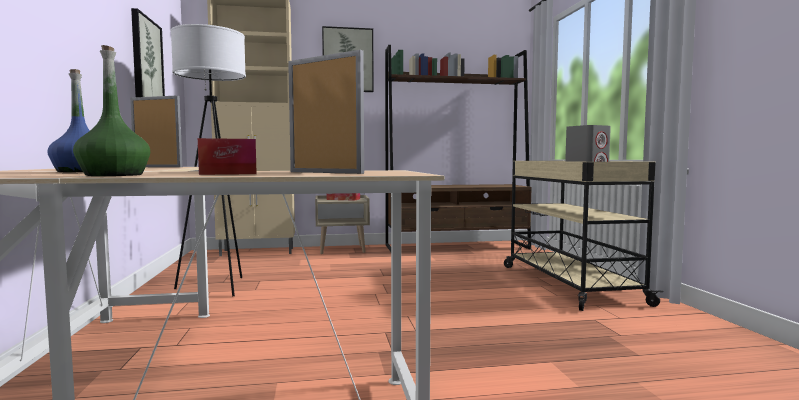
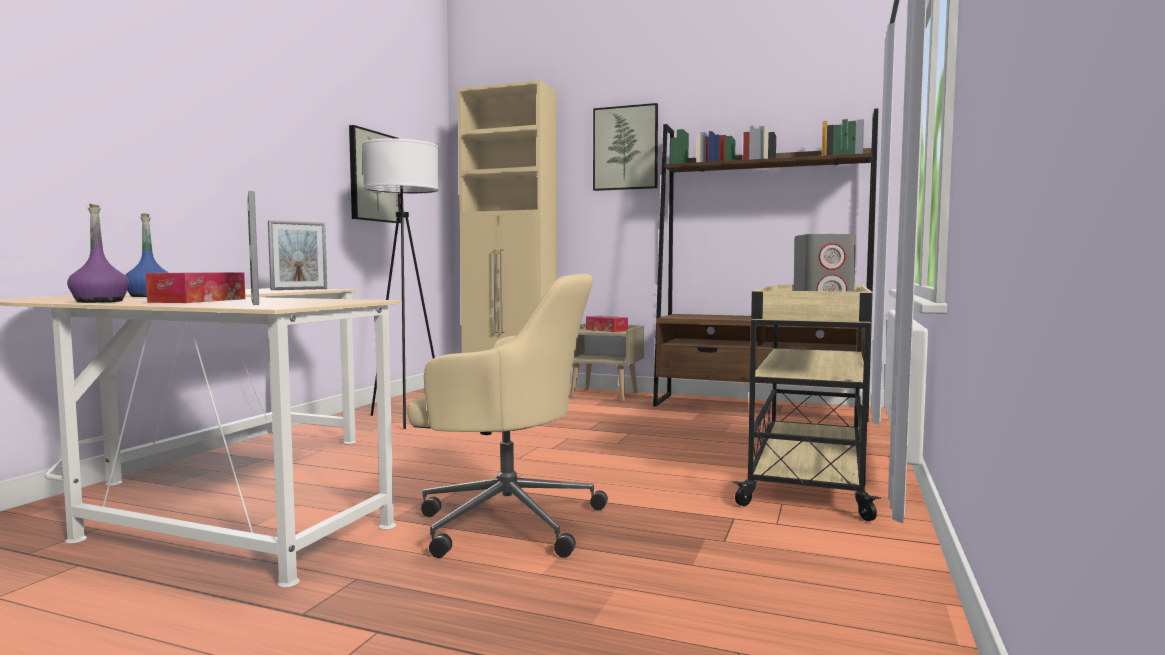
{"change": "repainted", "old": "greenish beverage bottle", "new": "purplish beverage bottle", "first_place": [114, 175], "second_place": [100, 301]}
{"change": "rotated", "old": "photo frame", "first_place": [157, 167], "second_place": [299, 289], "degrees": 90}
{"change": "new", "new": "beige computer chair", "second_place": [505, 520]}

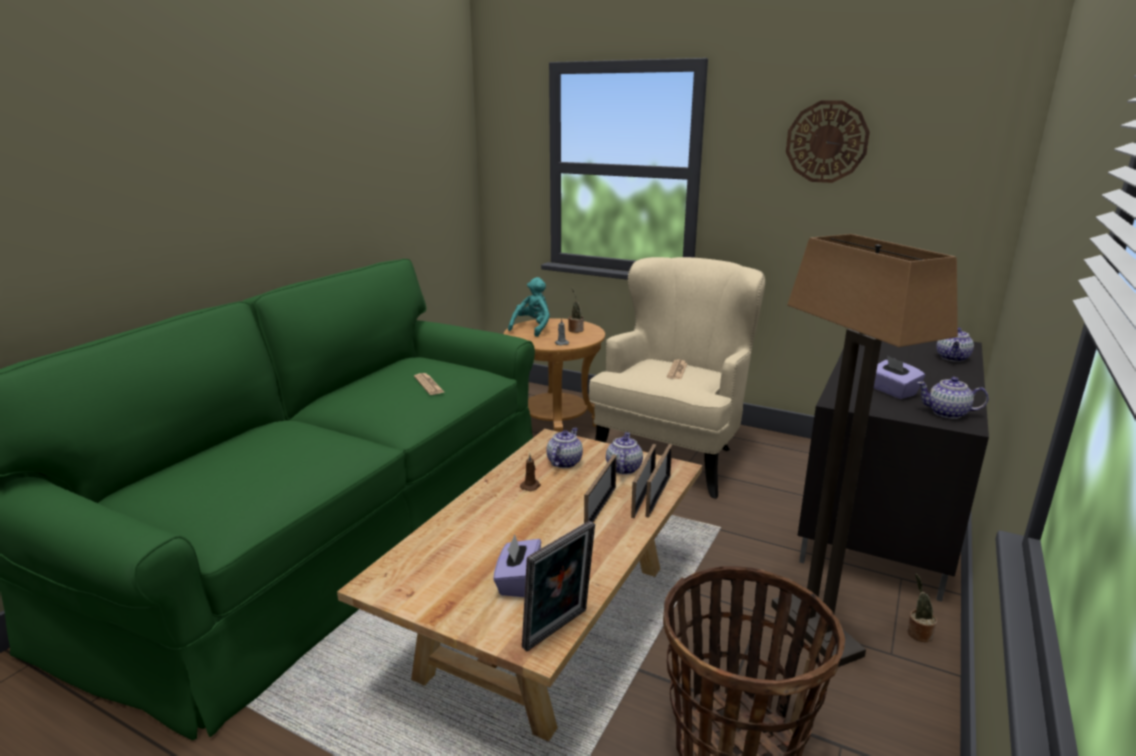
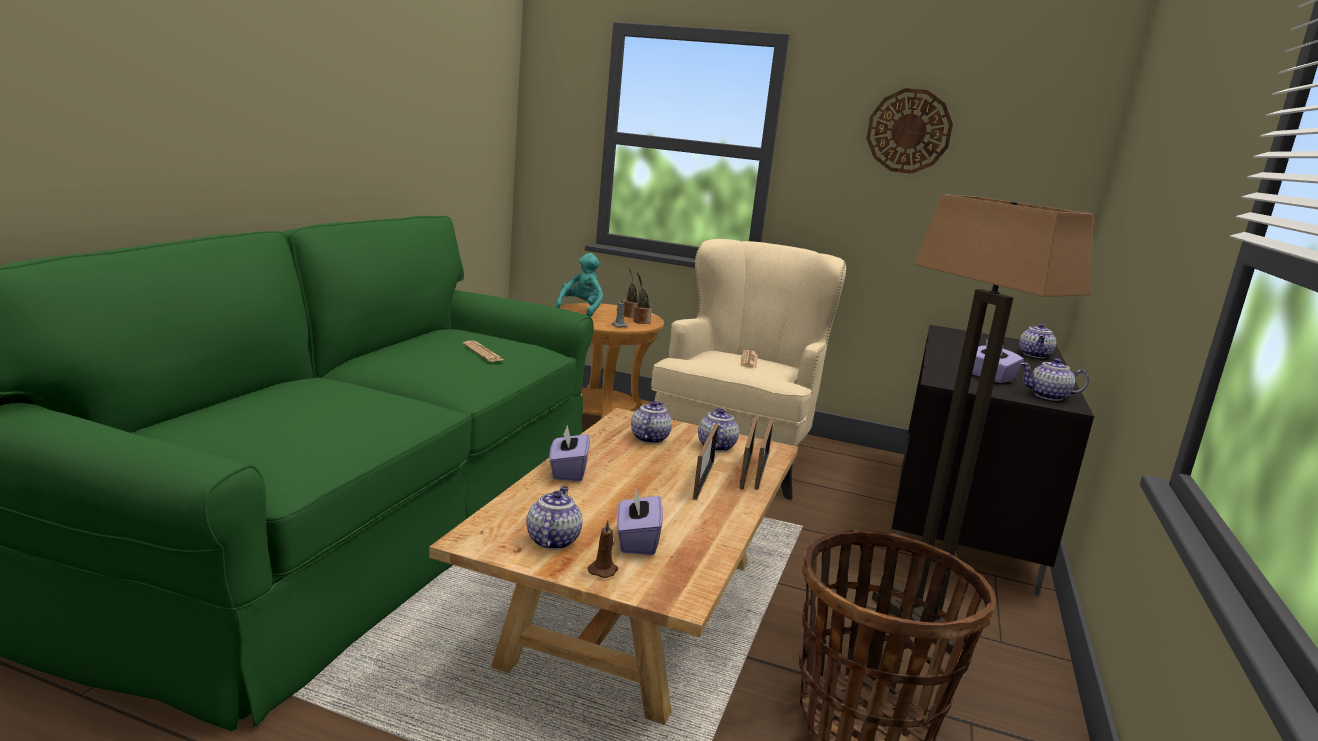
{"change": "shifted", "old": "brownish candle", "first_place": [531, 486], "second_place": [603, 570]}
{"change": "gone", "old": "photo frame", "first_place": [558, 631]}
{"change": "shifted", "old": "potted plant", "first_place": [917, 633], "second_place": [640, 321]}
{"change": "new", "new": "purplish tissue box", "second_place": [568, 471]}
{"change": "new", "new": "pot for tea", "second_place": [552, 540]}

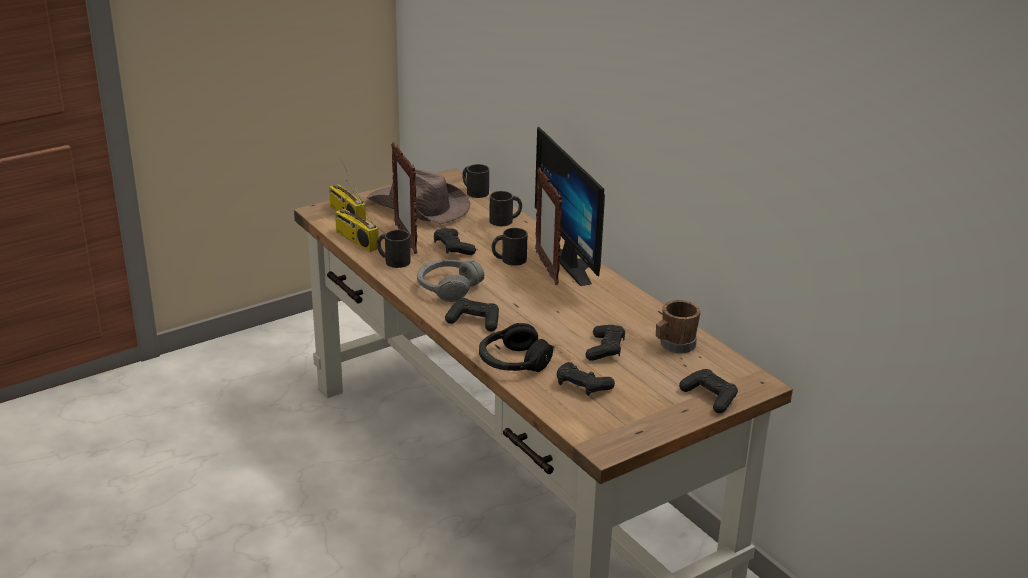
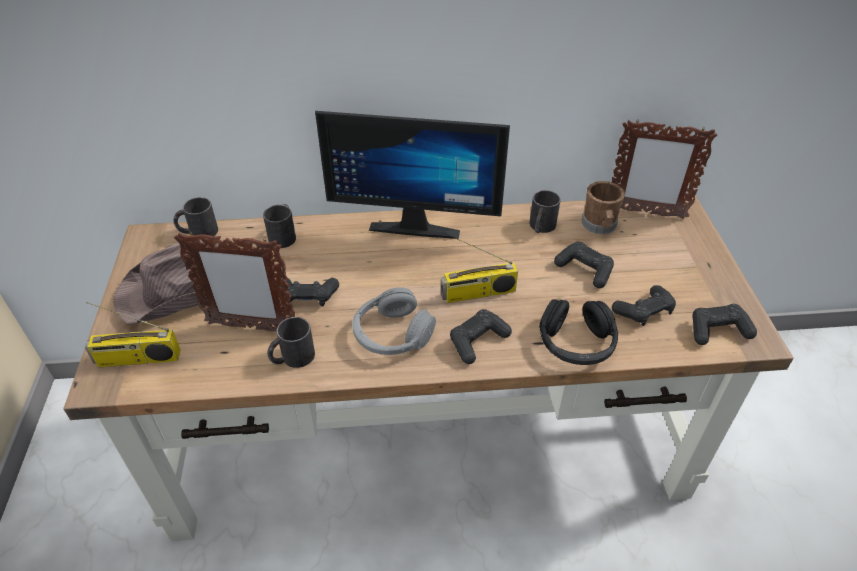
{"change": "shifted", "old": "photo frame", "first_place": [546, 268], "second_place": [645, 212]}
{"change": "shifted", "old": "radio receiver", "first_place": [355, 240], "second_place": [478, 293]}
{"change": "shifted", "old": "black coffee mug", "first_place": [509, 259], "second_place": [541, 227]}
{"change": "shifted", "old": "black joypad", "first_place": [709, 397], "second_place": [718, 330]}

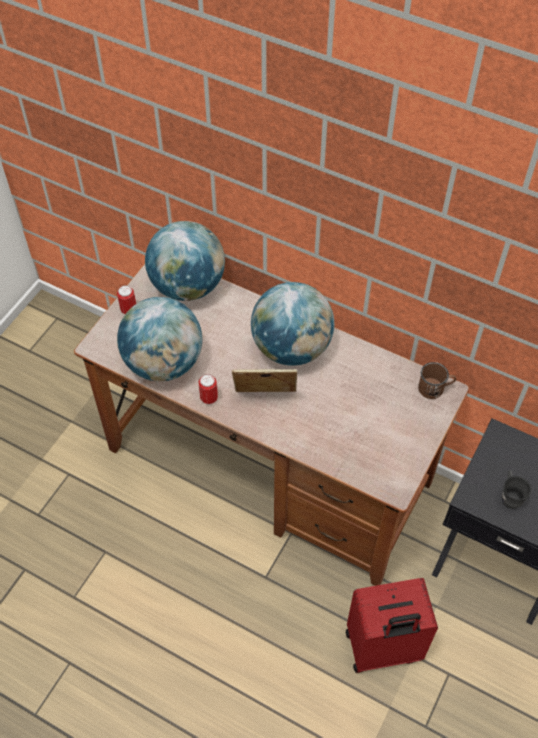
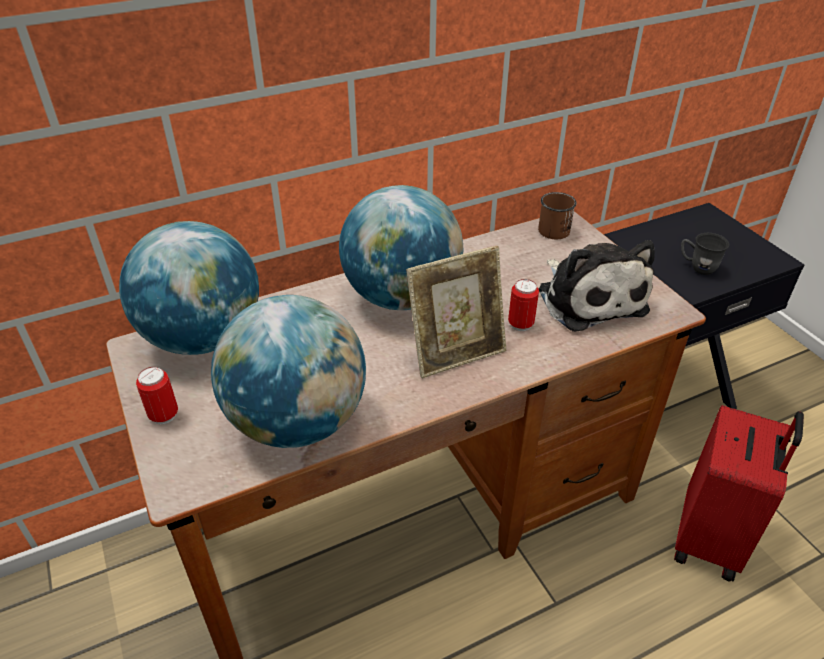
{"change": "rotated", "old": "photo frame", "first_place": [265, 400], "second_place": [456, 353], "degrees": -150}
{"change": "shifted", "old": "sealed can", "first_place": [209, 398], "second_place": [520, 324]}
{"change": "new", "new": "plush toy", "second_place": [589, 298]}

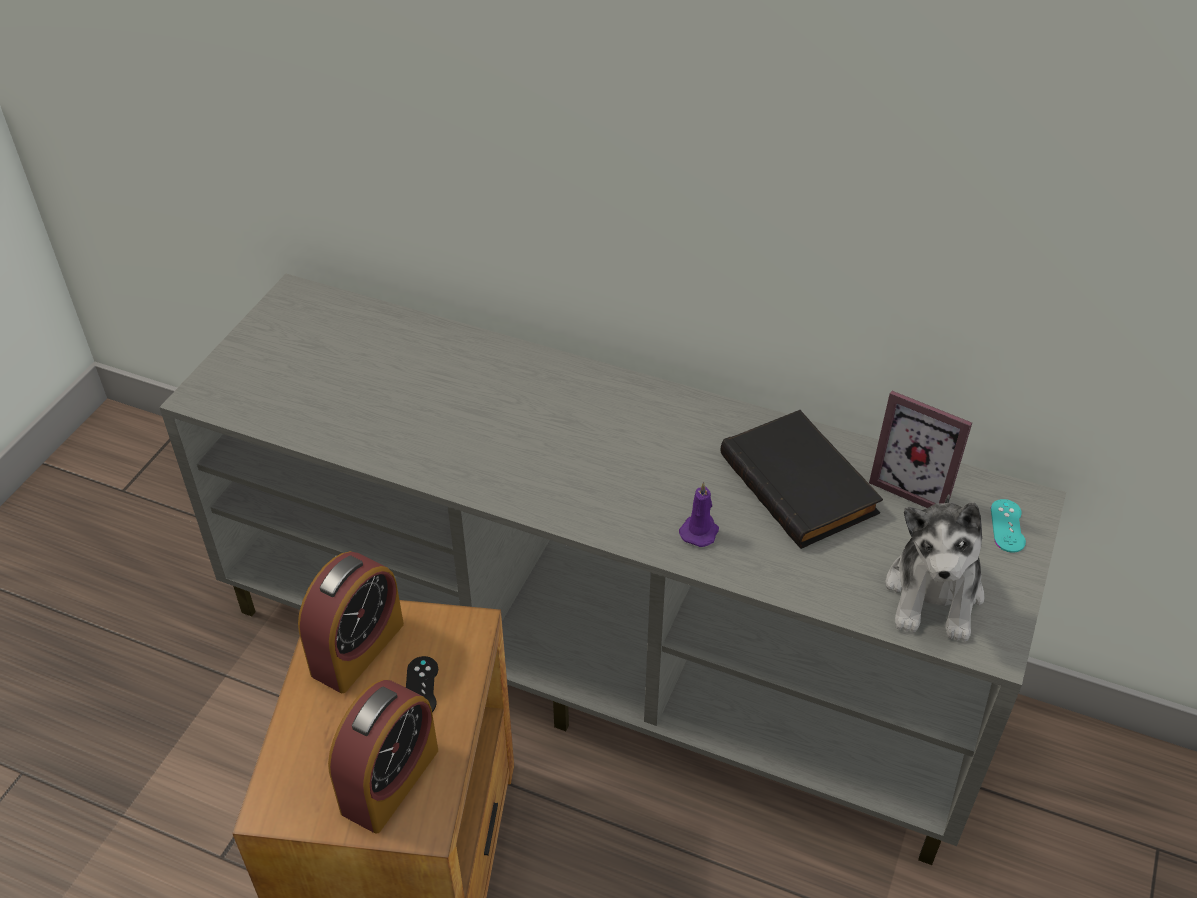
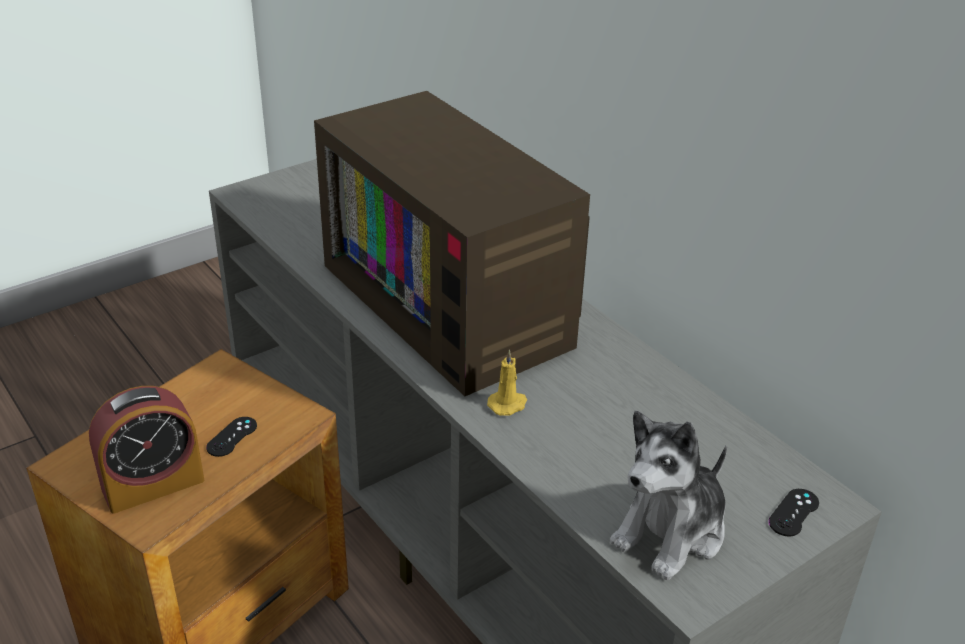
{"change": "gone", "old": "photo frame", "first_place": [915, 484]}
{"change": "gone", "old": "black book", "first_place": [802, 484]}
{"change": "repainted", "old": "purplish candle", "new": "yellowish candle", "first_place": [700, 531], "second_place": [508, 404]}
{"change": "repainted", "old": "turquoise-coloured joypad", "new": "black joypad", "first_place": [1007, 526], "second_place": [793, 512]}
{"change": "gone", "old": "bedside clock", "first_place": [357, 649]}
{"change": "new", "new": "television", "second_place": [453, 303]}

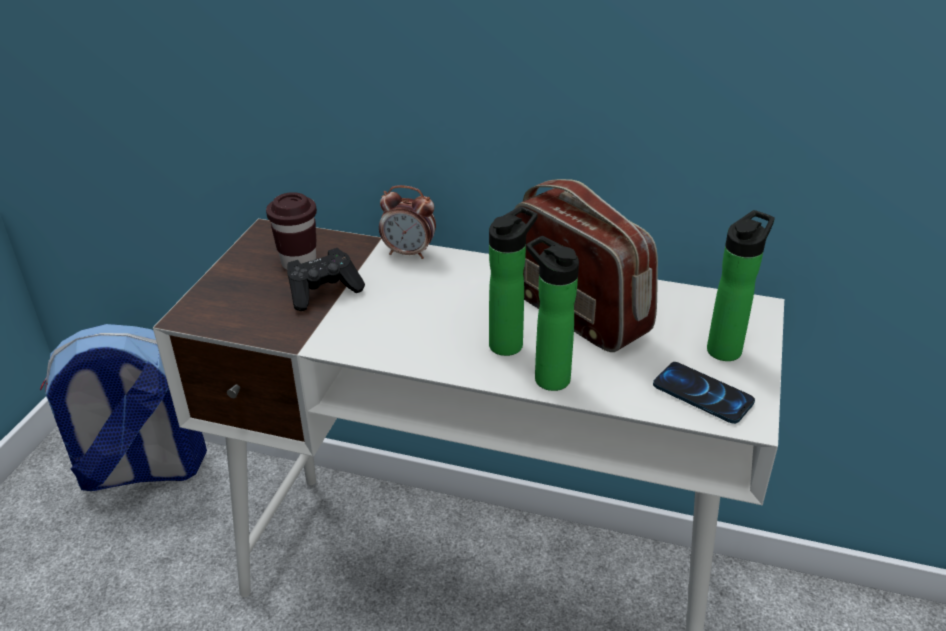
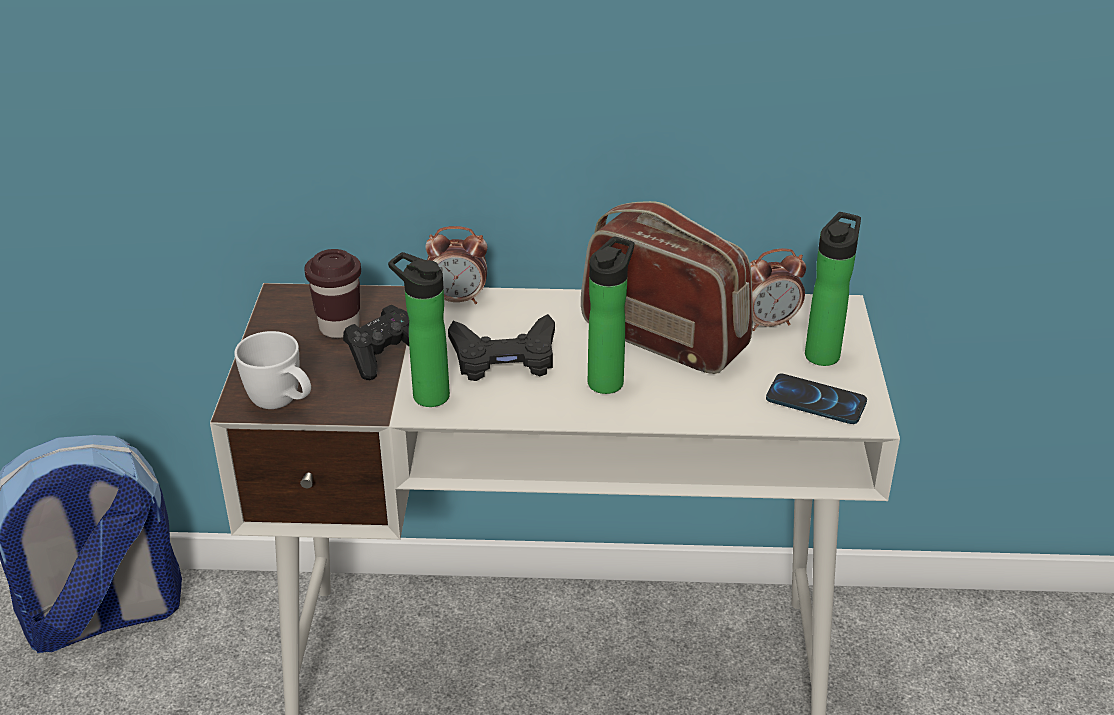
{"change": "shifted", "old": "beverage bottle", "first_place": [547, 377], "second_place": [426, 394]}
{"change": "new", "new": "bedside clock", "second_place": [768, 323]}
{"change": "new", "new": "black joypad", "second_place": [504, 357]}
{"change": "new", "new": "whitish coffee mug", "second_place": [282, 404]}

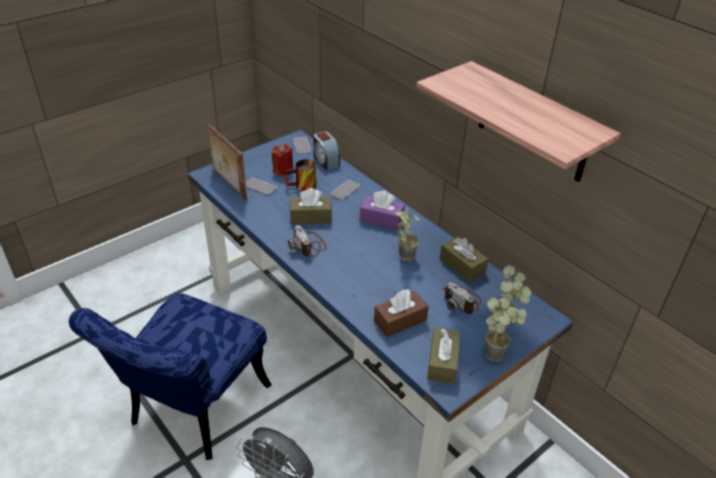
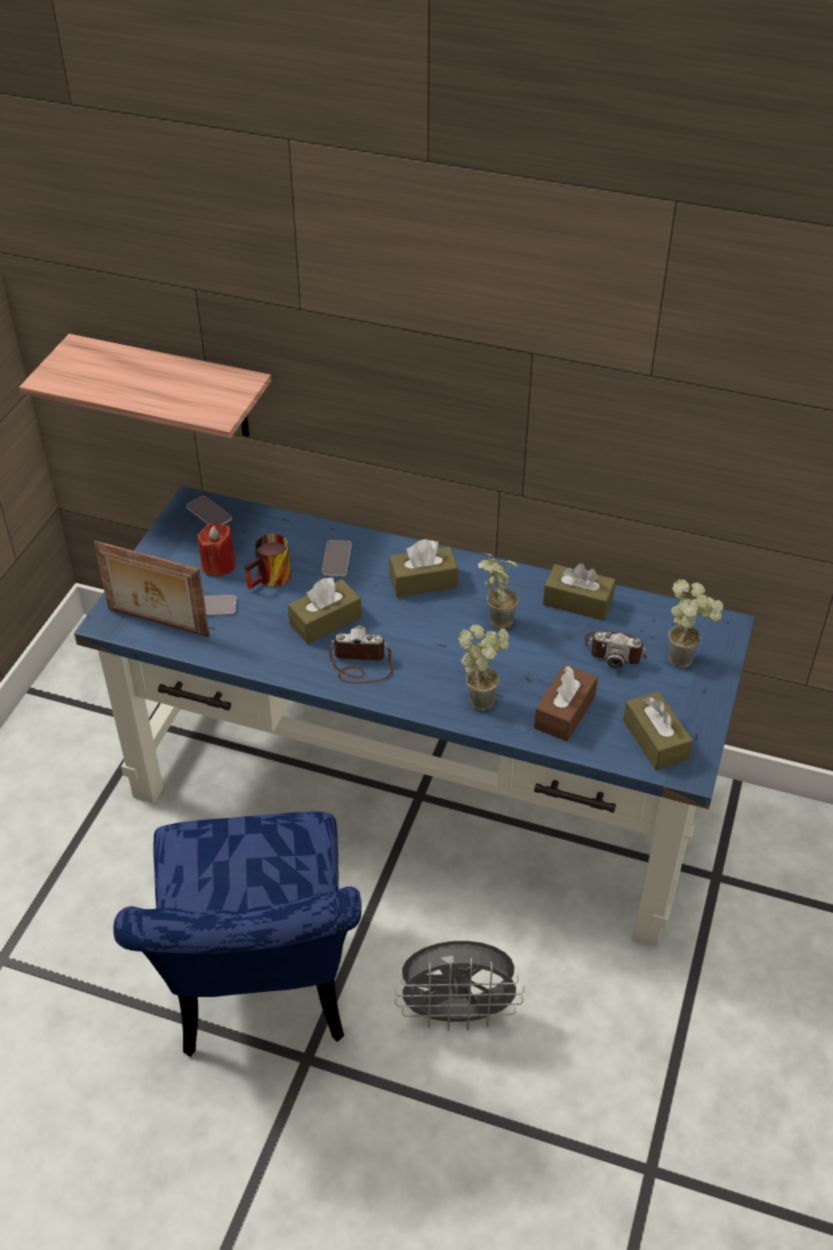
{"change": "shifted", "old": "shelf", "first_place": [533, 124], "second_place": [173, 387]}
{"change": "gone", "old": "bedside clock", "first_place": [325, 161]}
{"change": "repainted", "old": "purplish tissue box", "new": "brownish tissue box", "first_place": [381, 219], "second_place": [423, 581]}
{"change": "rotated", "old": "photo camera", "first_place": [308, 245], "second_place": [360, 665], "degrees": 150}
{"change": "shifted", "old": "potted plant", "first_place": [497, 352], "second_place": [483, 696]}

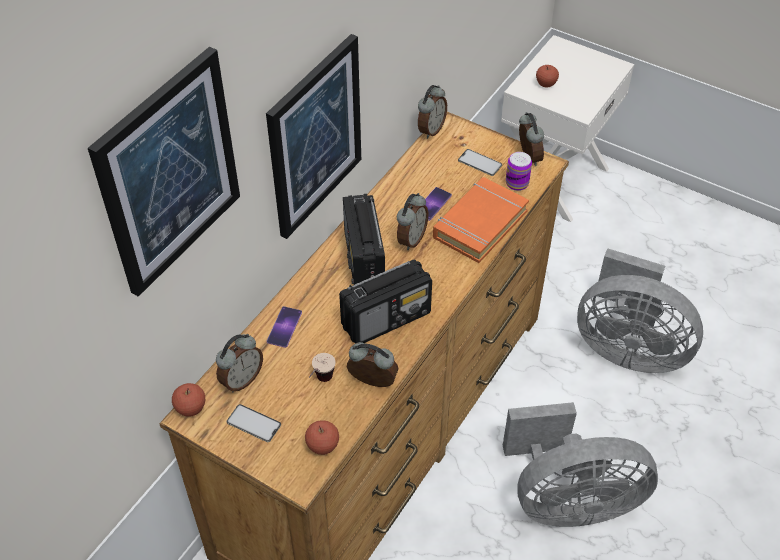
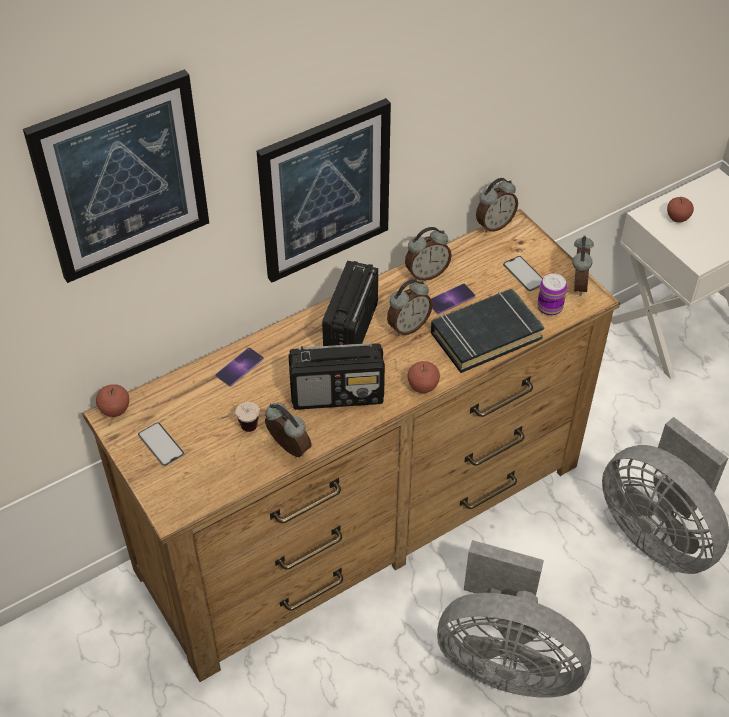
{"change": "repainted", "old": "orange-coloured book", "new": "black book", "first_place": [479, 224], "second_place": [485, 335]}
{"change": "shifted", "old": "bedside clock", "first_place": [241, 379], "second_place": [426, 273]}
{"change": "shifted", "old": "whole apple", "first_place": [323, 446], "second_place": [423, 386]}

